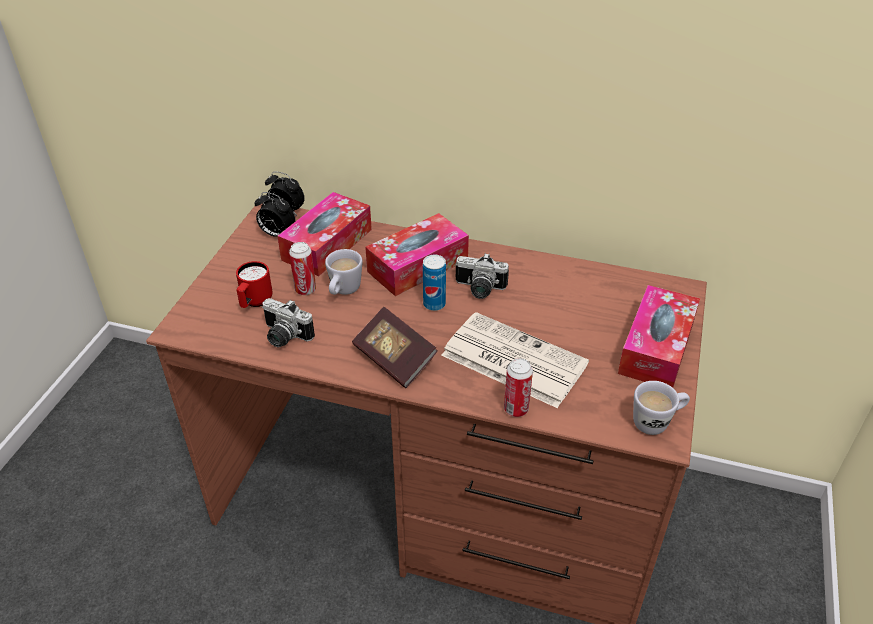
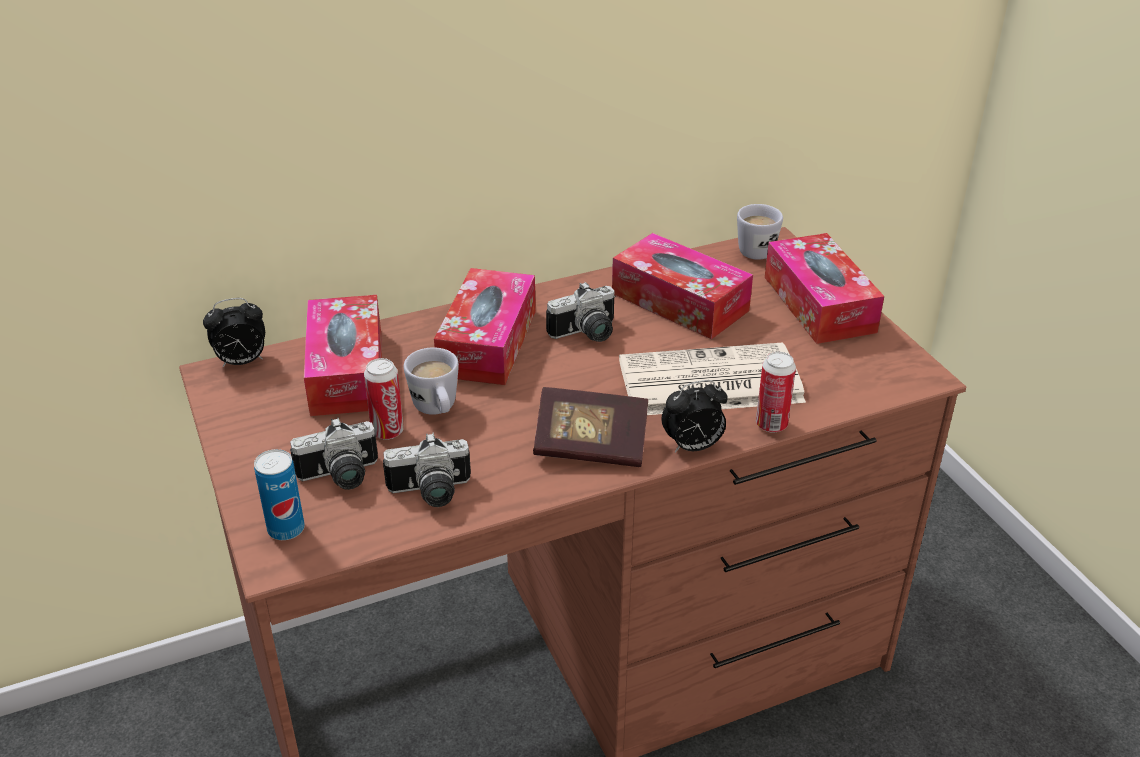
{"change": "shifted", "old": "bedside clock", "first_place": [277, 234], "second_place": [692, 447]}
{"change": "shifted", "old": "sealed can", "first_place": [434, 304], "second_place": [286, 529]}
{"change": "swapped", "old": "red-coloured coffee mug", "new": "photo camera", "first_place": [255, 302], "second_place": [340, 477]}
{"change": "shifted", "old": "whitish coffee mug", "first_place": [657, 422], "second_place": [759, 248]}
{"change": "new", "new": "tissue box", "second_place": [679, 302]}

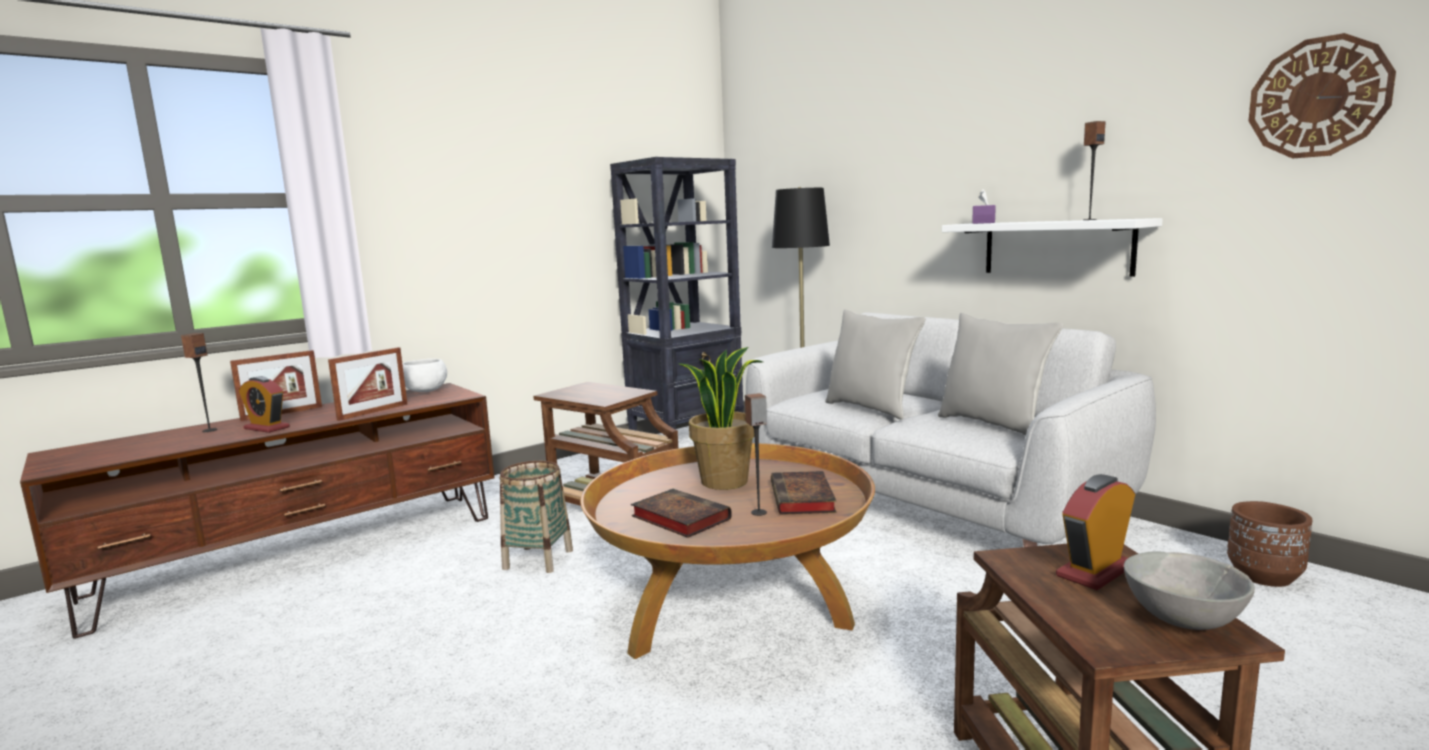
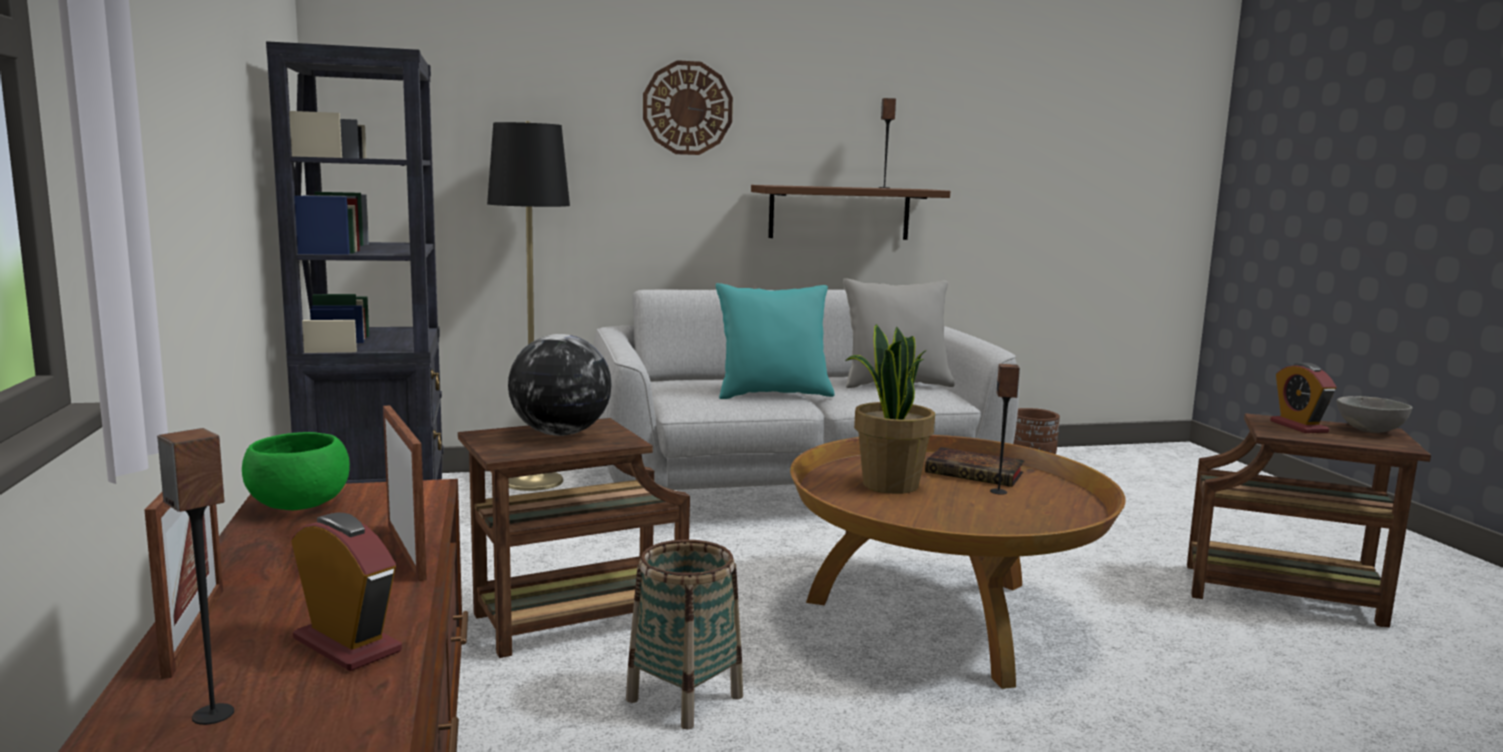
{"change": "shifted", "old": "wall clock", "first_place": [1318, 97], "second_place": [687, 108]}
{"change": "gone", "old": "purplish tissue box", "first_place": [983, 223]}
{"change": "repainted", "old": "whitish shelf", "new": "brownish shelf", "first_place": [1056, 247], "second_place": [839, 213]}
{"change": "repainted", "old": "greyish throw pillow", "new": "turquoise-coloured throw pillow", "first_place": [871, 408], "second_place": [773, 394]}
{"change": "repainted", "old": "whitish bowl", "new": "greenish bowl", "first_place": [425, 391], "second_place": [299, 506]}
{"change": "rotated", "old": "bedside clock", "first_place": [267, 428], "second_place": [347, 645], "degrees": -105}
{"change": "gone", "old": "book", "first_place": [678, 518]}
{"change": "new", "new": "globe", "second_place": [560, 434]}

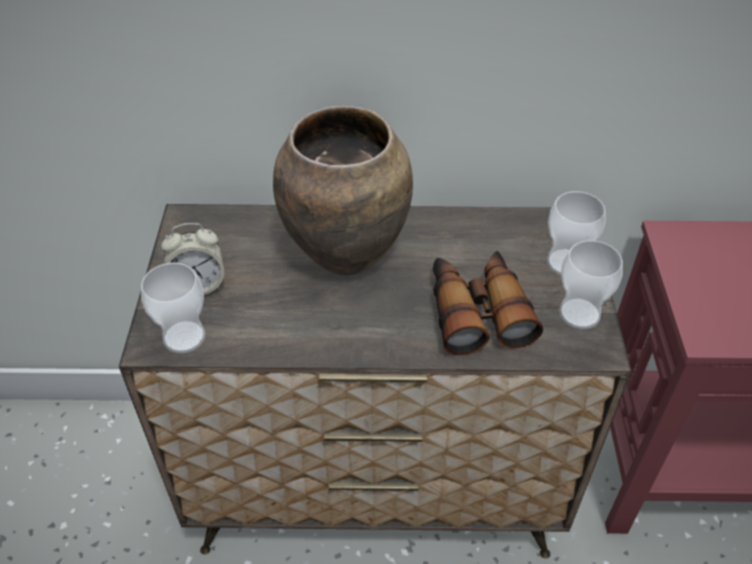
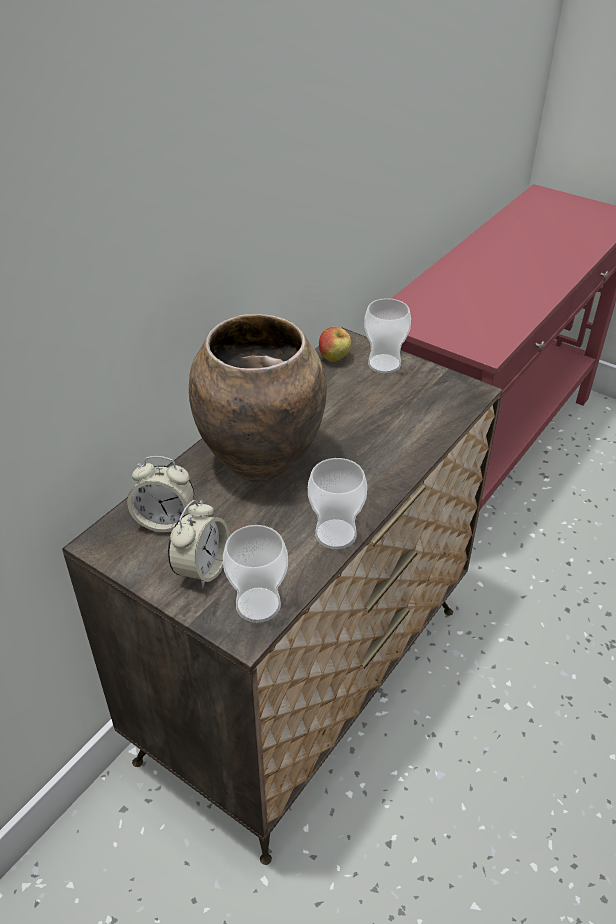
{"change": "shifted", "old": "drinking cup", "first_place": [579, 314], "second_place": [335, 534]}
{"change": "gone", "old": "pair of binoculars", "first_place": [477, 311]}
{"change": "new", "new": "whole apple", "second_place": [334, 359]}
{"change": "new", "new": "bedside clock", "second_place": [165, 521]}

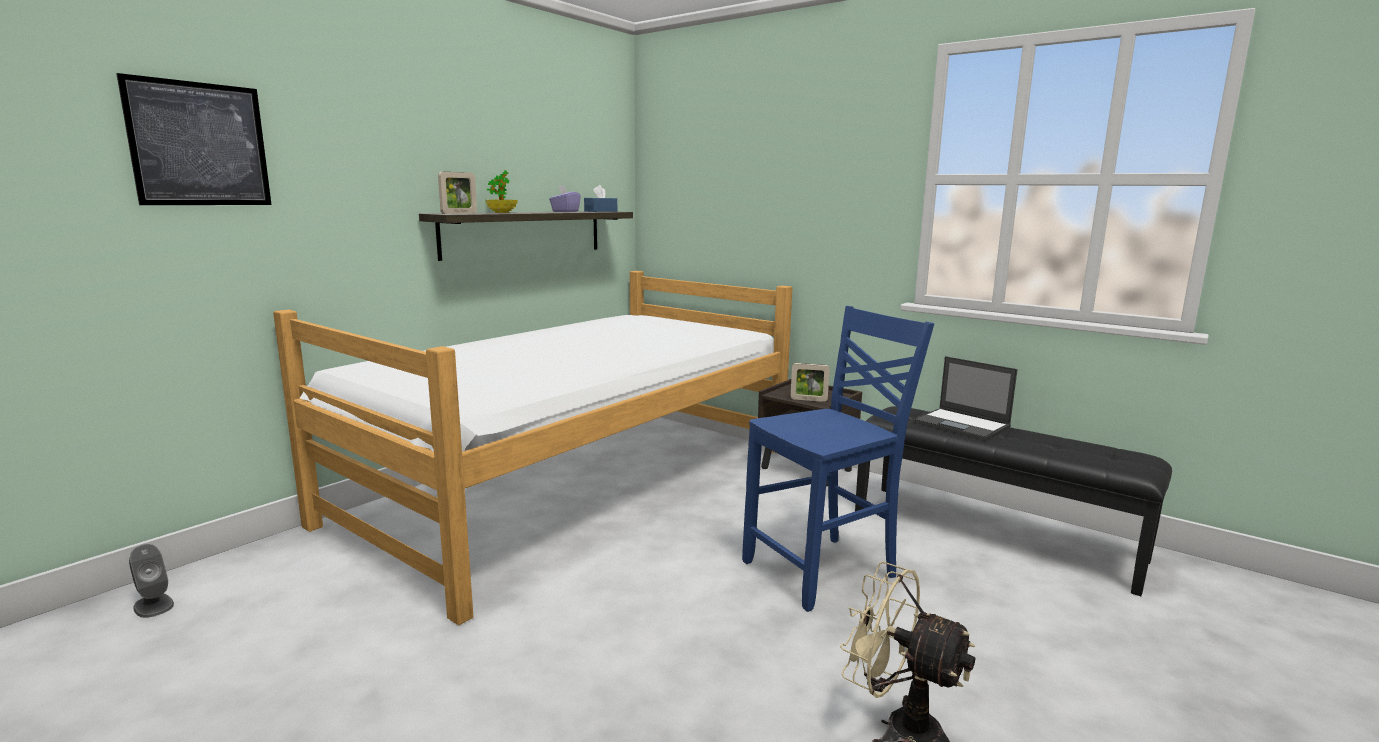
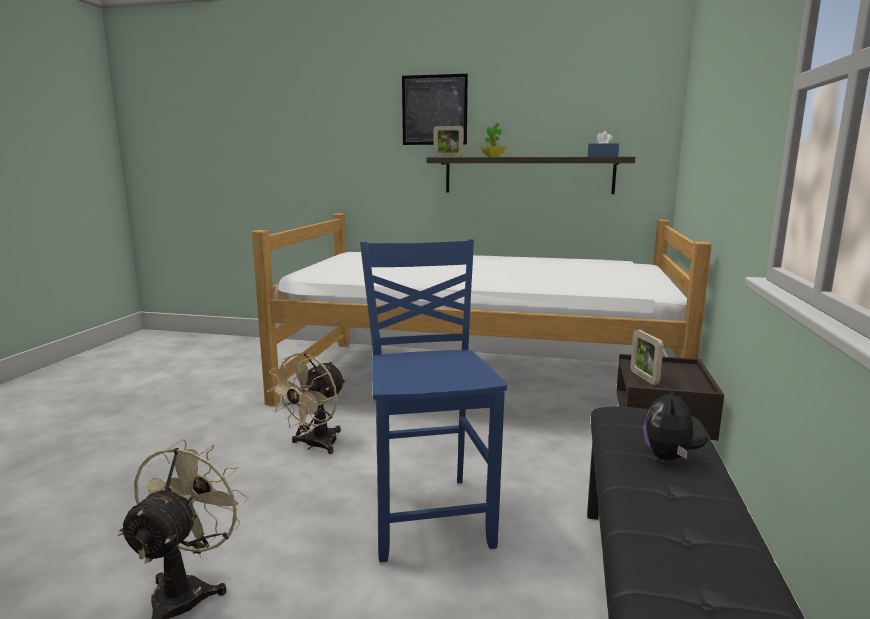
{"change": "shifted", "old": "wall picture", "first_place": [199, 144], "second_place": [434, 110]}
{"change": "gone", "old": "purplish tissue box", "first_place": [565, 211]}
{"change": "rotated", "old": "blue-coloured upright chair", "first_place": [823, 570], "second_place": [429, 514], "degrees": -135}
{"change": "swapped", "old": "laptop", "new": "plush toy", "first_place": [962, 425], "second_place": [669, 457]}
{"change": "gone", "old": "greyish audio speaker", "first_place": [153, 605]}
{"change": "new", "new": "beige cooling fan", "second_place": [314, 445]}

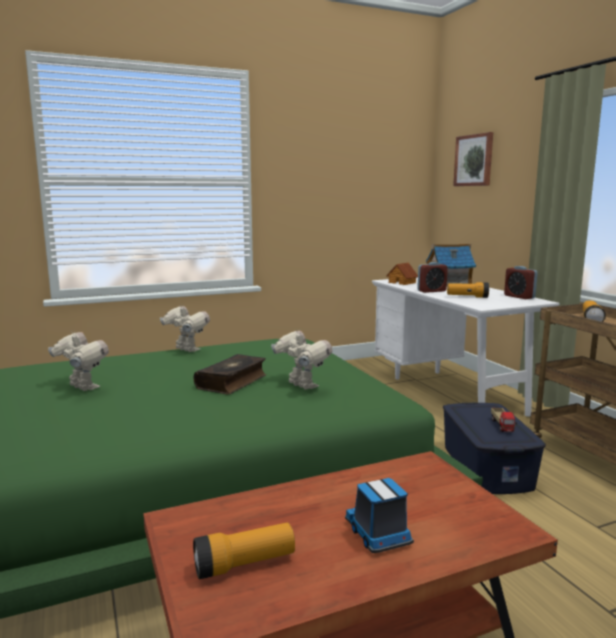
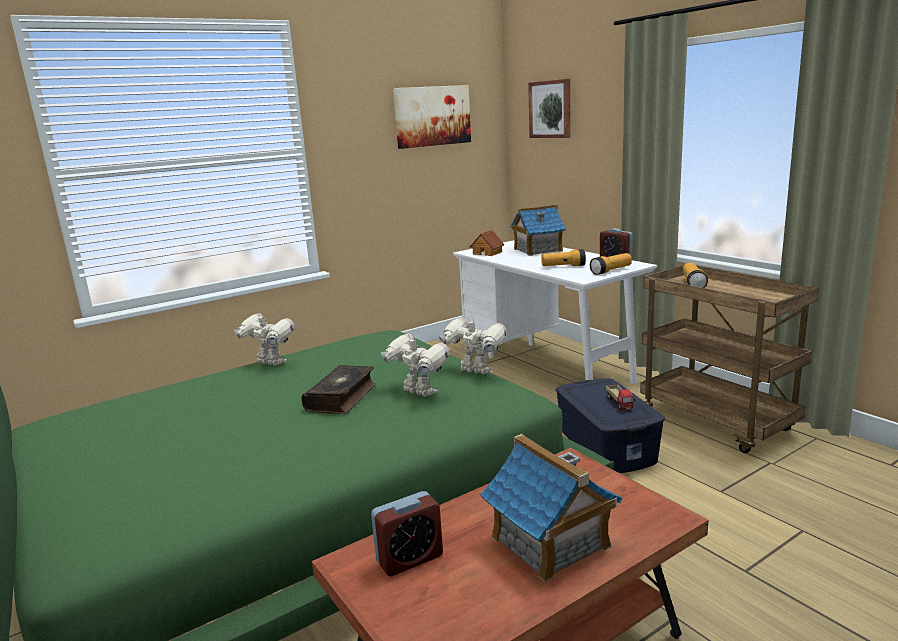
{"change": "shifted", "old": "bedside clock", "first_place": [431, 291], "second_place": [410, 559]}
{"change": "shifted", "old": "model robot", "first_place": [82, 388], "second_place": [475, 372]}
{"change": "swapped", "old": "model truck", "new": "model house", "first_place": [378, 534], "second_place": [550, 542]}
{"change": "shifted", "old": "hand torch", "first_place": [244, 564], "second_place": [611, 271]}
{"change": "new", "new": "wall picture", "second_place": [432, 116]}

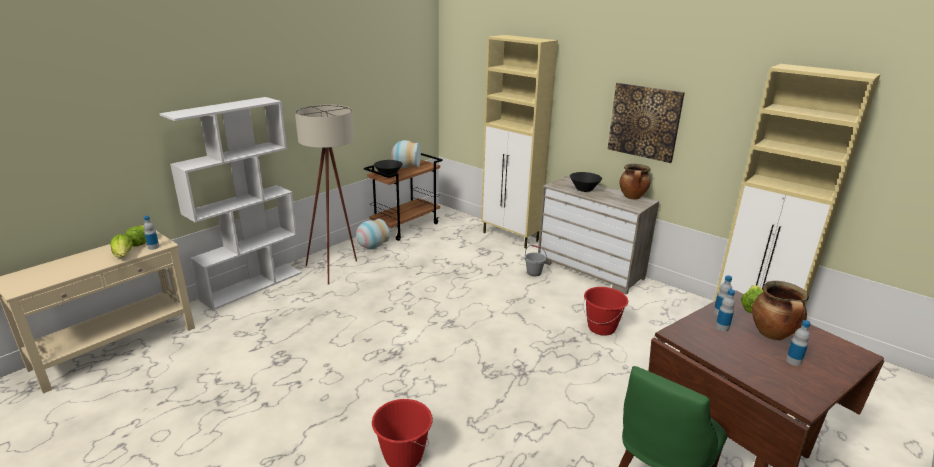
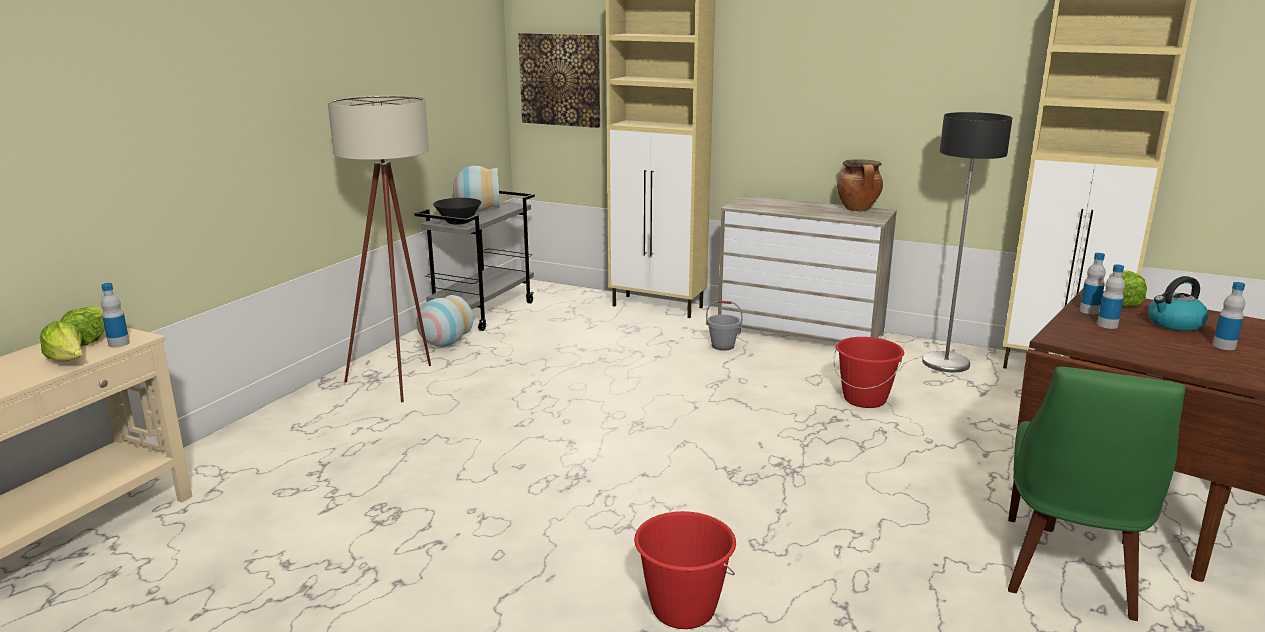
{"change": "shifted", "old": "wall picture", "first_place": [644, 122], "second_place": [560, 80]}
{"change": "gone", "old": "whitish bookshelf", "first_place": [252, 285]}
{"change": "repainted", "old": "brownish trolley", "new": "greyish trolley", "first_place": [406, 226], "second_place": [483, 311]}
{"change": "gone", "old": "black bowl", "first_place": [584, 189]}
{"change": "swapped", "old": "saucepot", "new": "kettle", "first_place": [773, 335], "second_place": [1174, 324]}
{"change": "new", "new": "standing lamp", "second_place": [945, 363]}

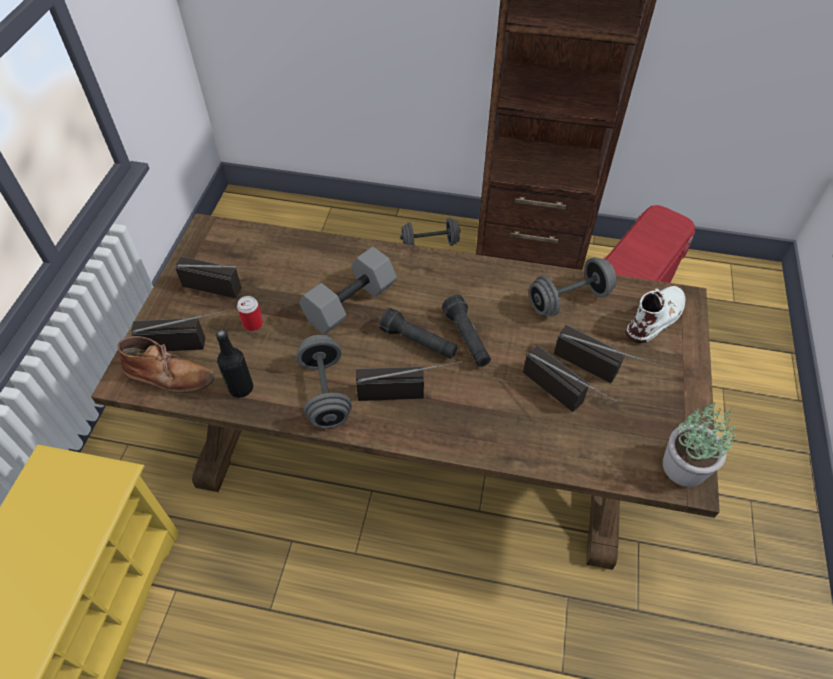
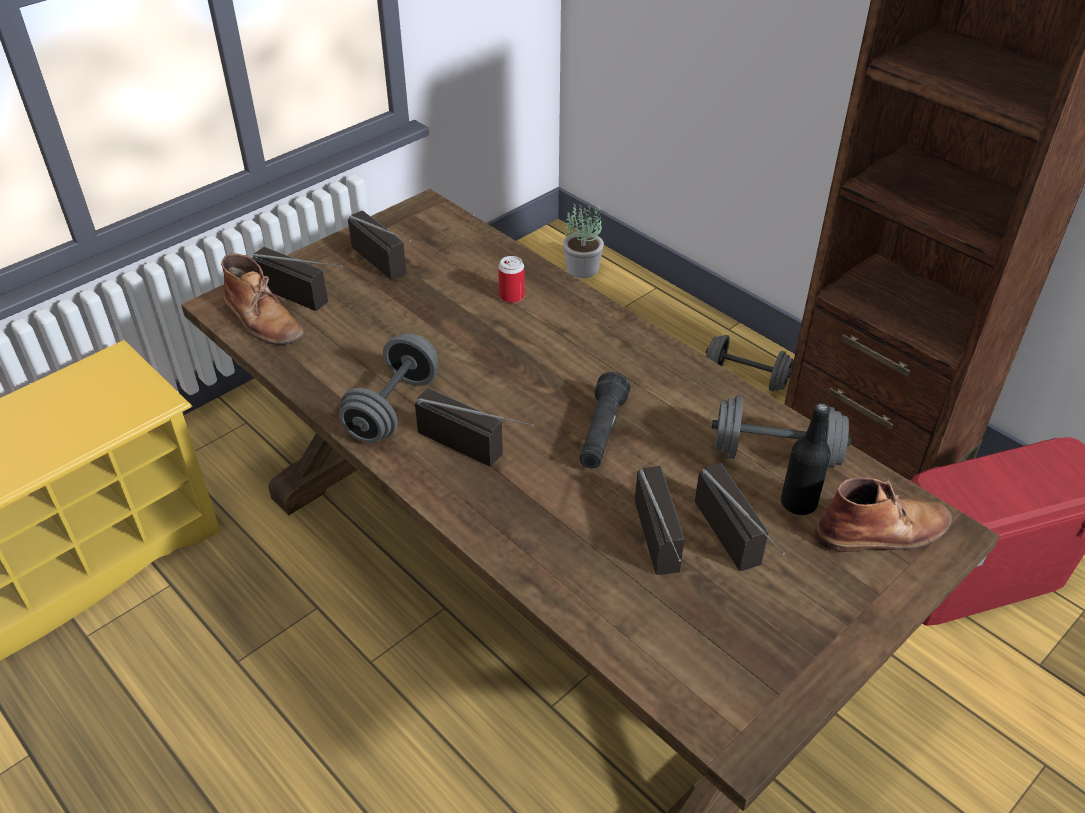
{"change": "gone", "old": "greyish dumbbell", "first_place": [350, 302]}
{"change": "repainted", "old": "whitish boot", "new": "brownish boot", "first_place": [656, 316], "second_place": [884, 531]}
{"change": "shifted", "old": "sealed can", "first_place": [253, 324], "second_place": [512, 296]}
{"change": "gone", "old": "black hand torch", "first_place": [419, 342]}
{"change": "shifted", "old": "black beverage bottle", "first_place": [241, 388], "second_place": [798, 503]}
{"change": "shifted", "old": "potted plant", "first_place": [684, 466], "second_place": [583, 268]}

